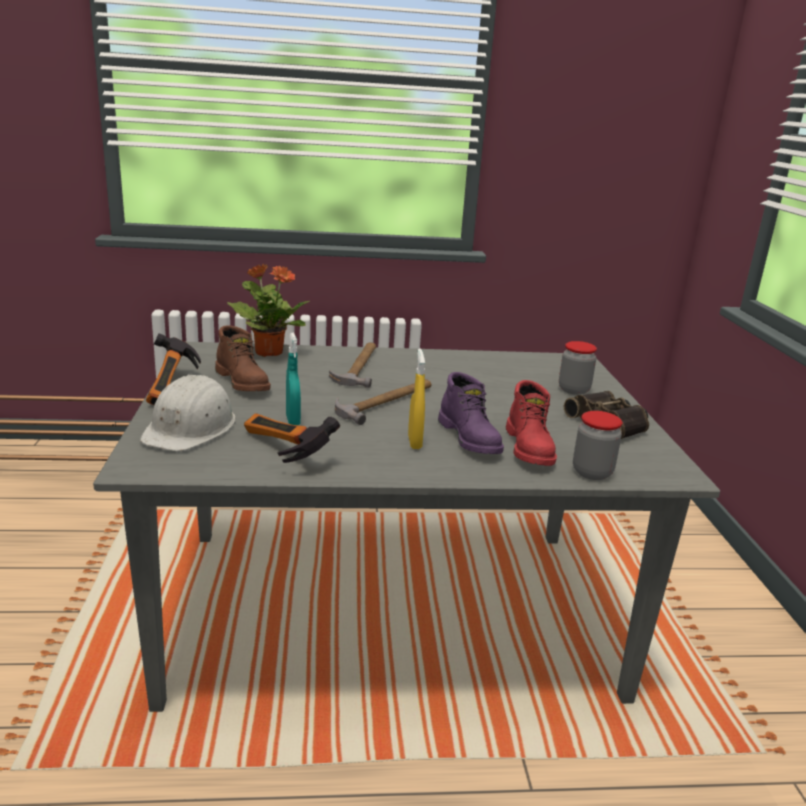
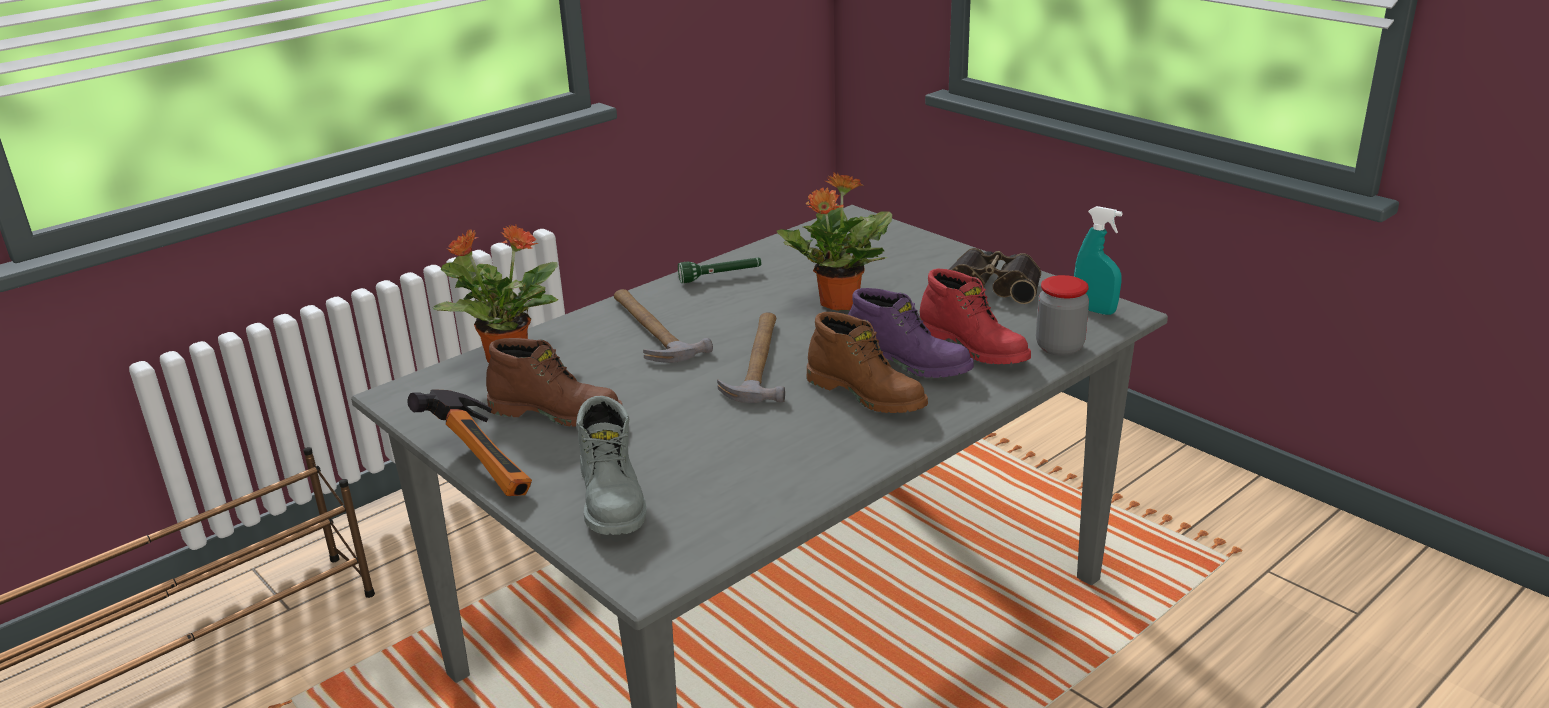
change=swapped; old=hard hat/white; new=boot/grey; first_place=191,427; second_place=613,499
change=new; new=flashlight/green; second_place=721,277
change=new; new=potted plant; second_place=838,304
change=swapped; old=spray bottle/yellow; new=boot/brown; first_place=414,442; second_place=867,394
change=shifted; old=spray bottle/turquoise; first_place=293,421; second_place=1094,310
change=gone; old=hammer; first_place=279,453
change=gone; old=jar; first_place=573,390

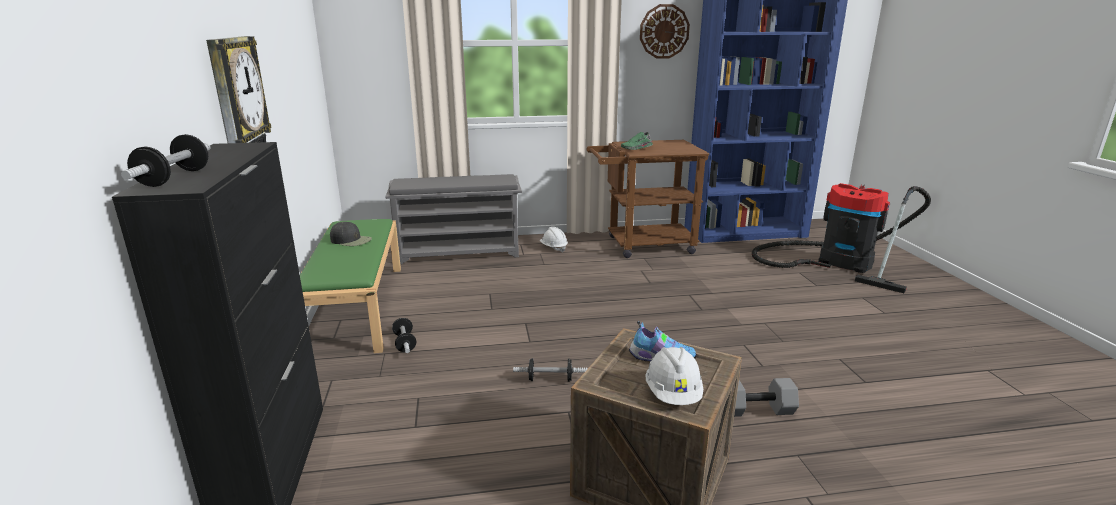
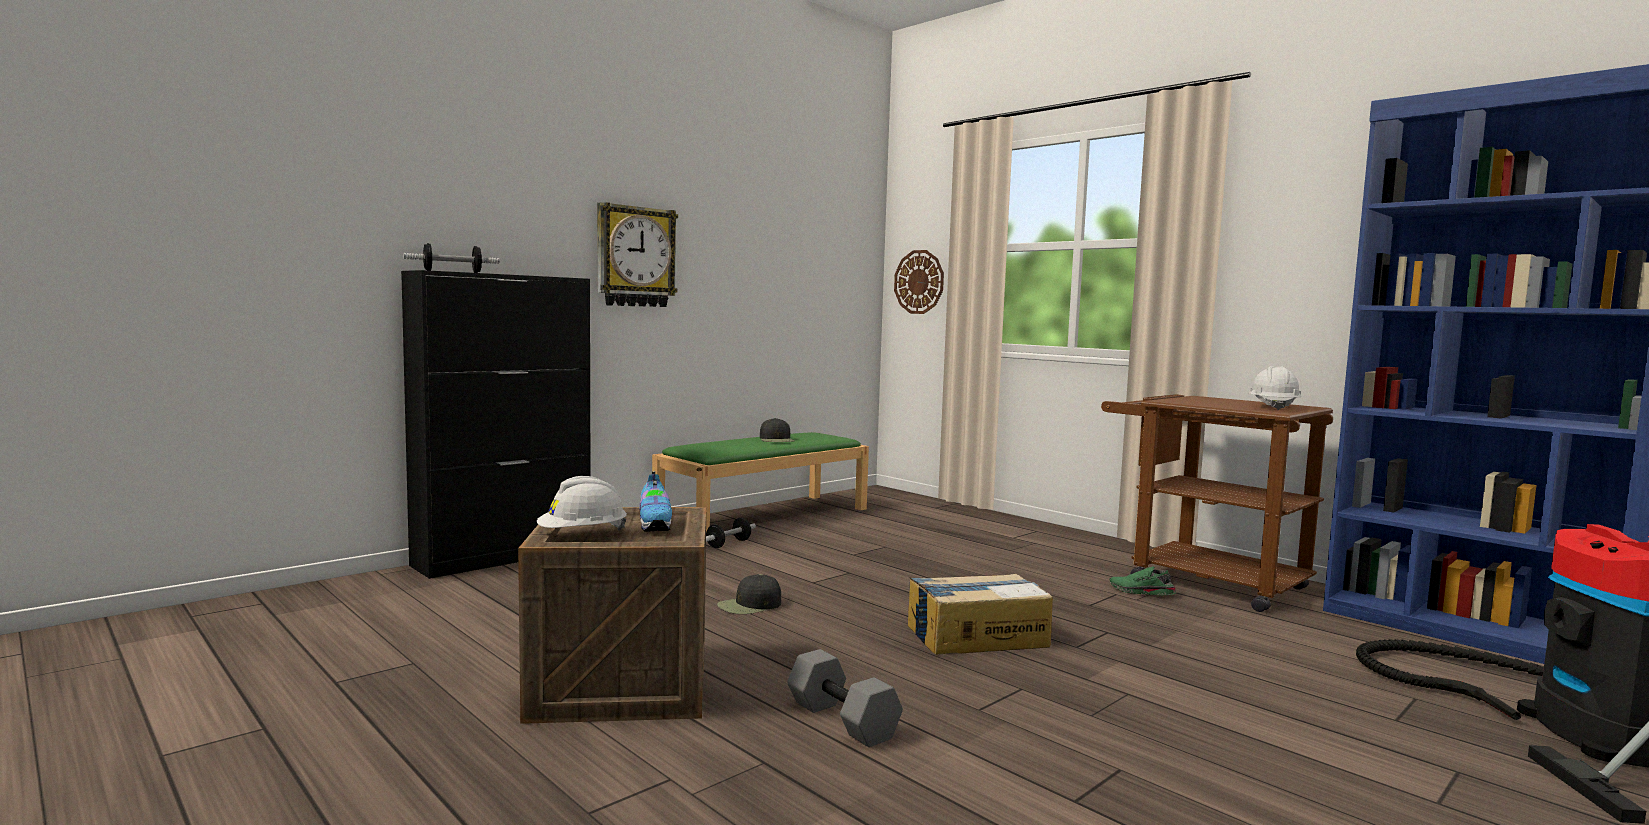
change=swapped; old=dumbbell; new=cap/black; first_place=550,379; second_place=749,605
change=shifted; old=wall clock; first_place=664,31; second_place=919,282
change=new; new=cardboard box; second_place=975,636
change=shifted; old=shoe/green; first_place=637,148; second_place=1141,592
change=shifted; old=hard hat/white; first_place=553,248; second_place=1273,407
change=gone; old=shoe rack/grey; first_place=460,252

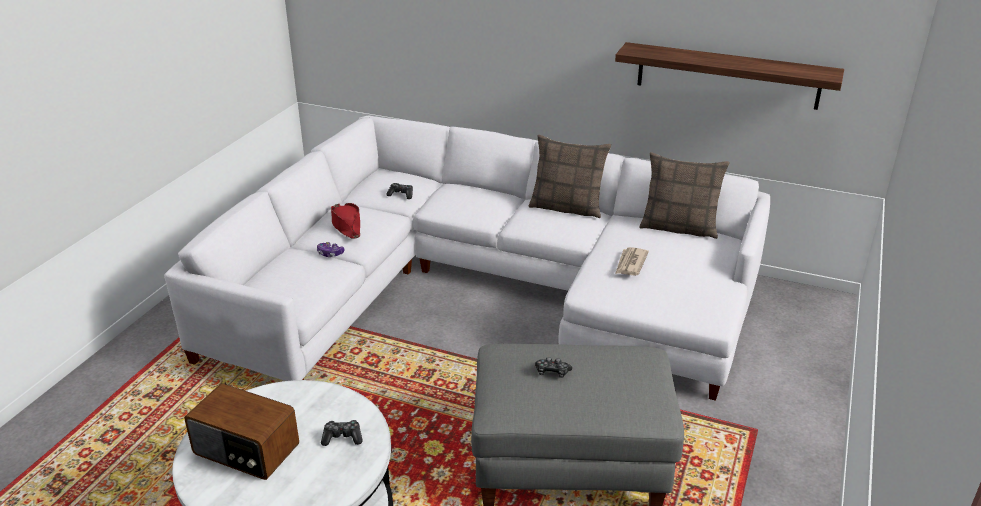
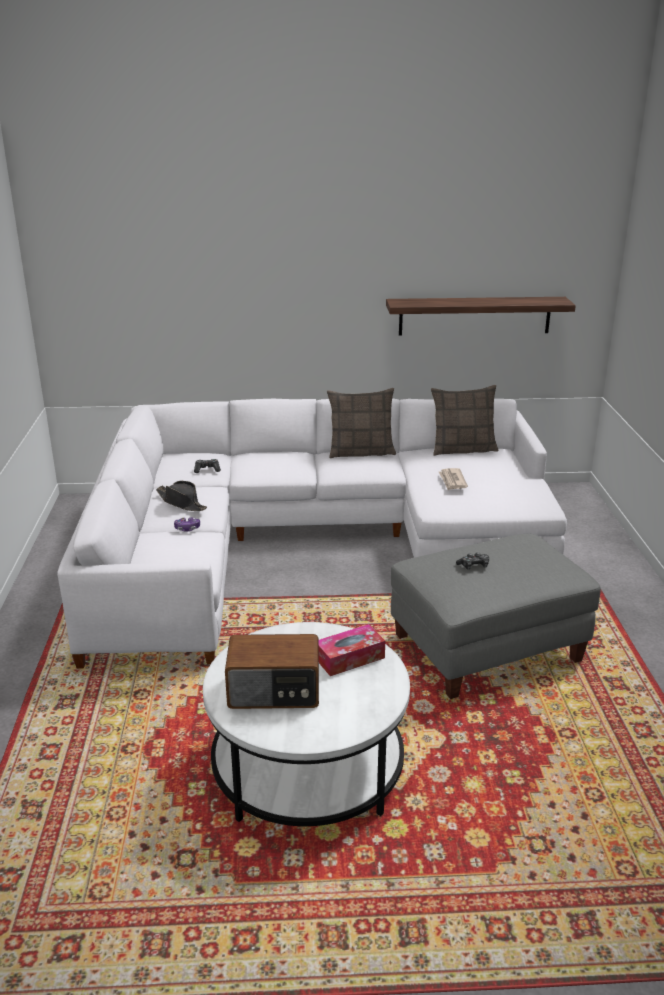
change=repainted; old=hat/red; new=hat/black; first_place=346,225; second_place=182,503
change=swapped; old=game controller; new=tissue box; first_place=342,437; second_place=349,658

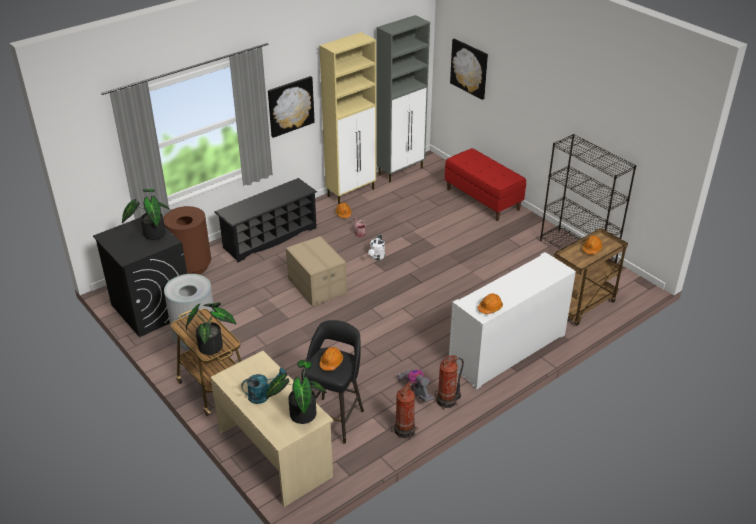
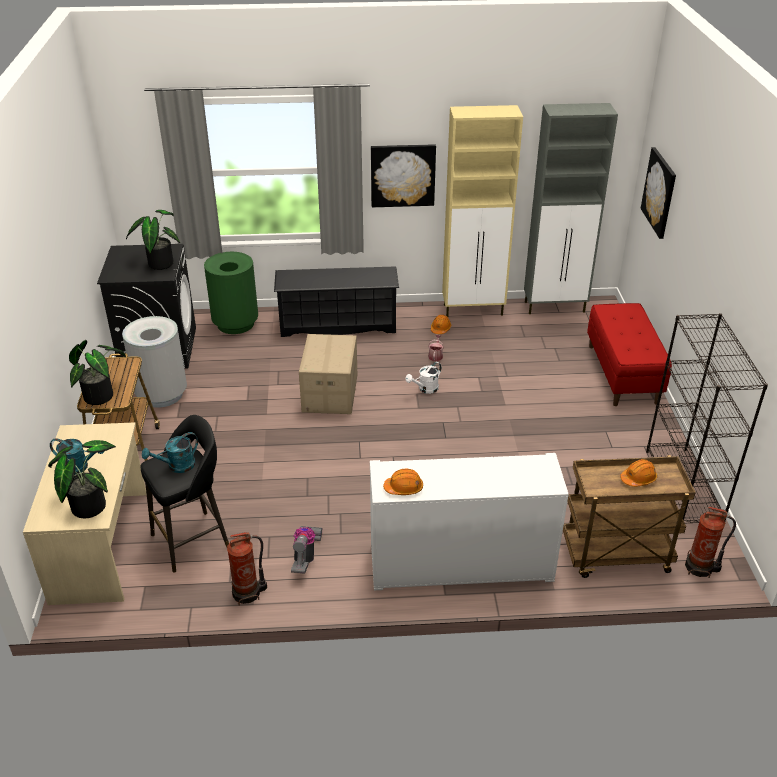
change=swapped; old=hard hat/orange; new=watering can/turquoise; first_place=331,362; second_place=177,466
change=repainted; old=trash can/brown; new=trash can/green; first_place=192,266; second_place=235,323
change=shifted; old=fire extinguisher; first_place=447,401; second_place=700,568

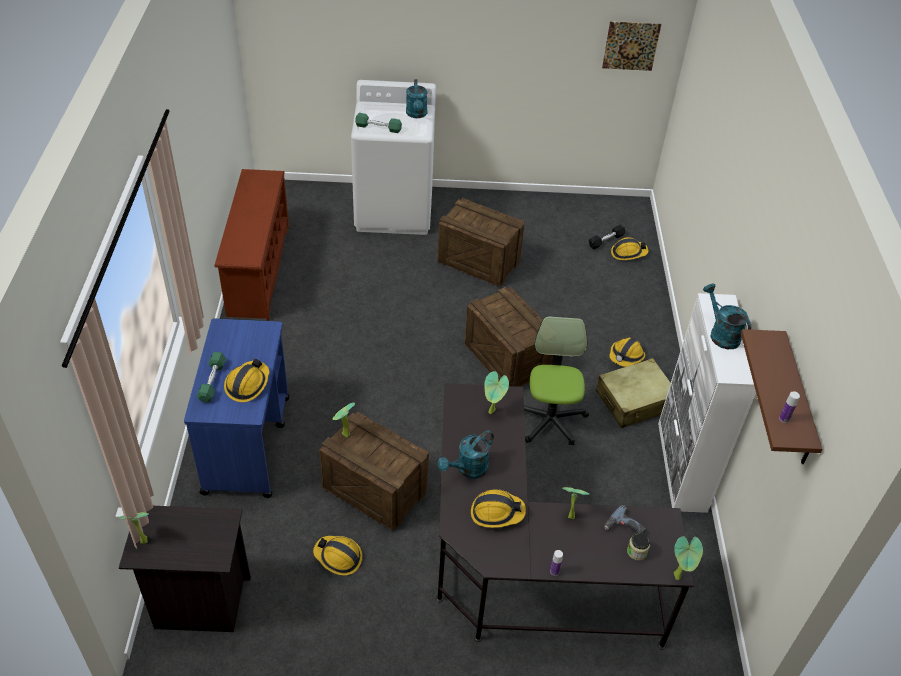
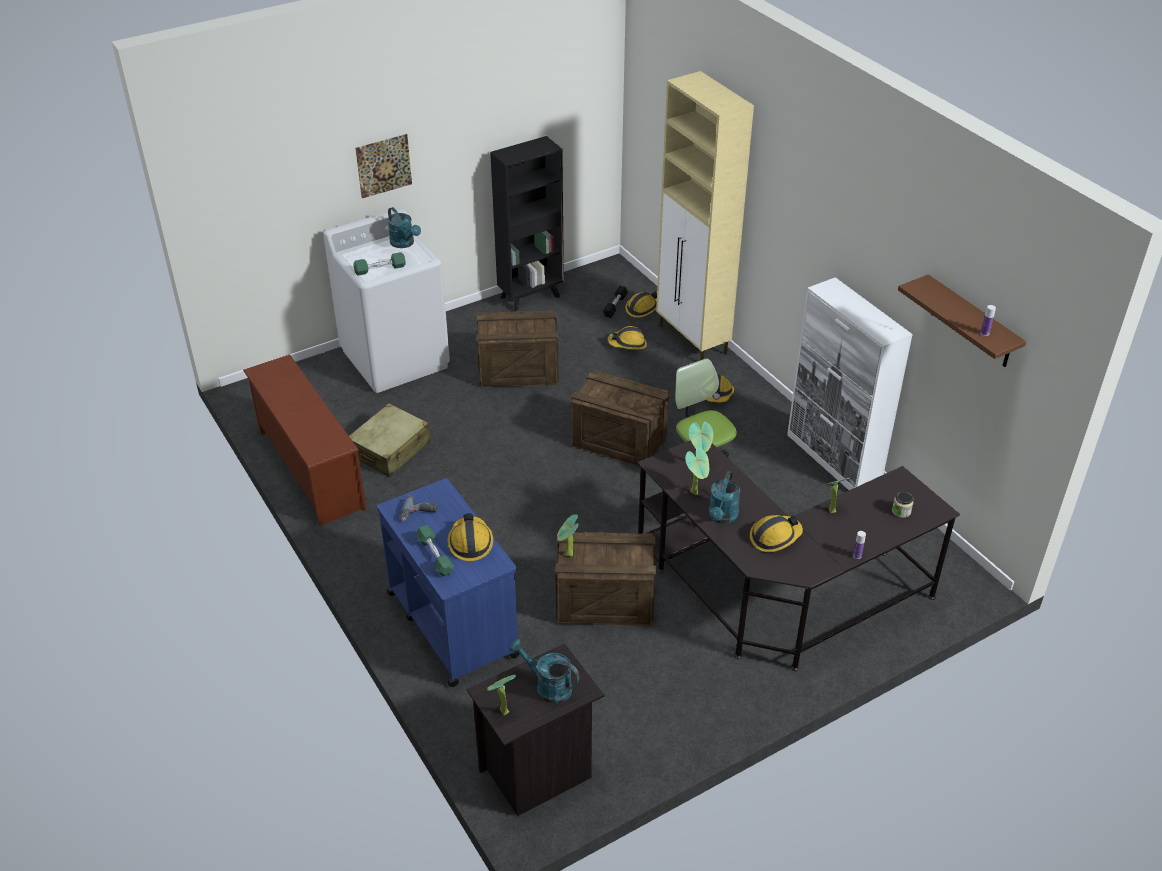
change=shifted; old=suitcase/beige; first_place=635,401; second_place=390,449
change=shifted; old=picture; first_place=631,46; second_place=384,166
change=shifted; old=power drill; first_place=624,528; second_place=419,513
change=new; new=bookcase/black; second_place=531,297
change=shifted; old=watering can/turquoise; first_place=721,334; second_place=547,686
change=shifted; old=hard hat; first_place=338,557; second_place=628,344
change=new; new=cabinet/beige; second_place=693,340
change=shifted; old=potted plant; first_place=679,577; second_place=696,492

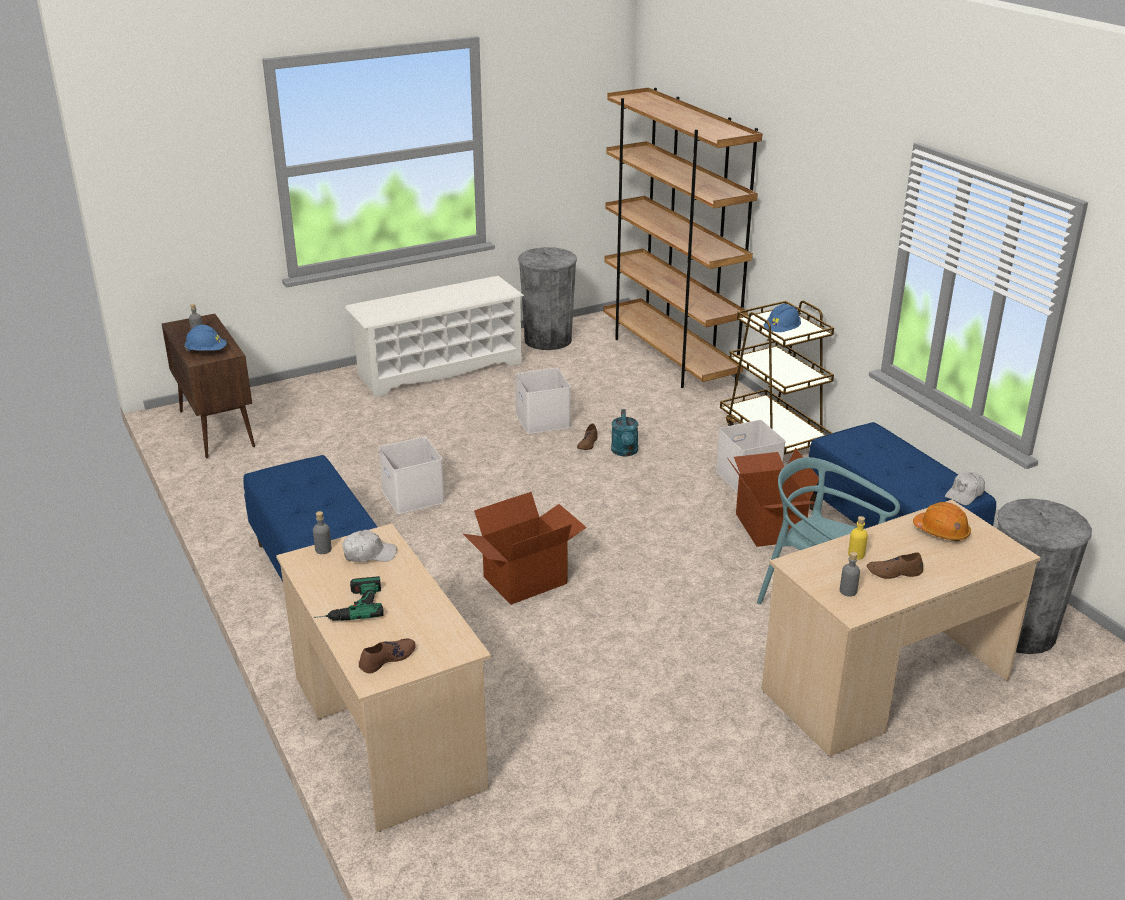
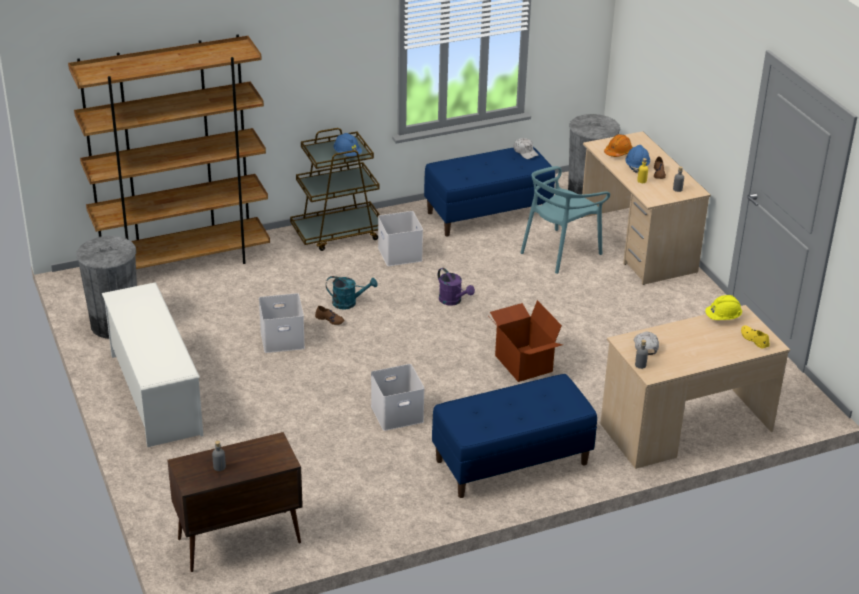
change=new; new=watering can/purple; second_place=453,301
change=shifted; old=hard hat/blue; first_place=206,351; second_place=637,166
change=new; new=hard hat/yellow; second_place=723,318
change=repainted; old=shoe/brown; new=shoe/yellow; first_place=387,659; second_place=754,339
change=gone; old=power drill; first_place=349,606
change=gone; old=cardboard box; first_place=768,527

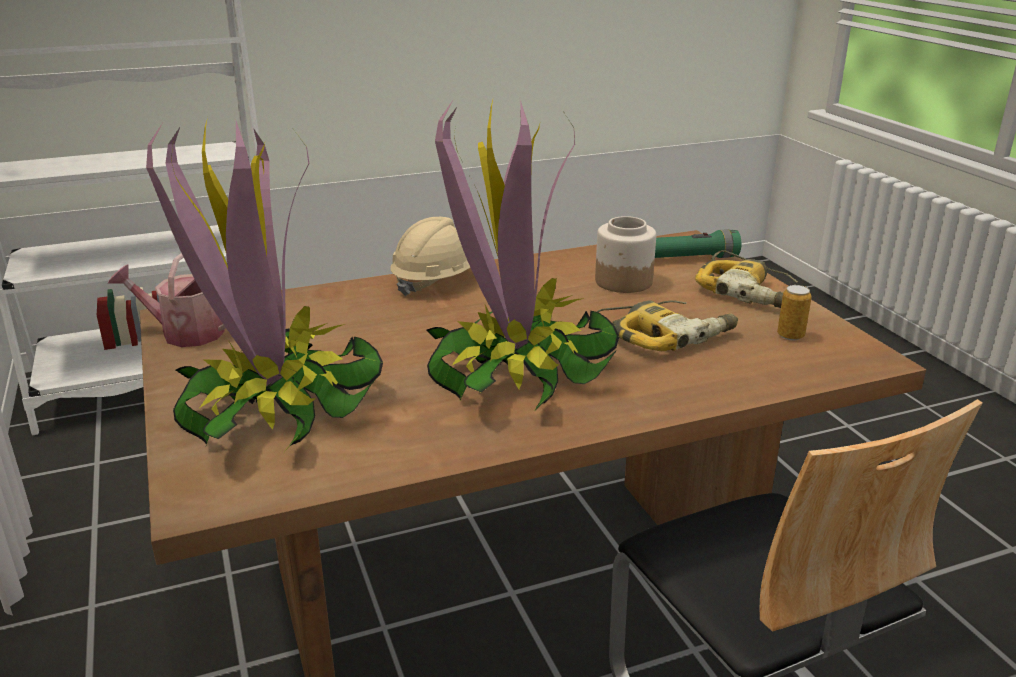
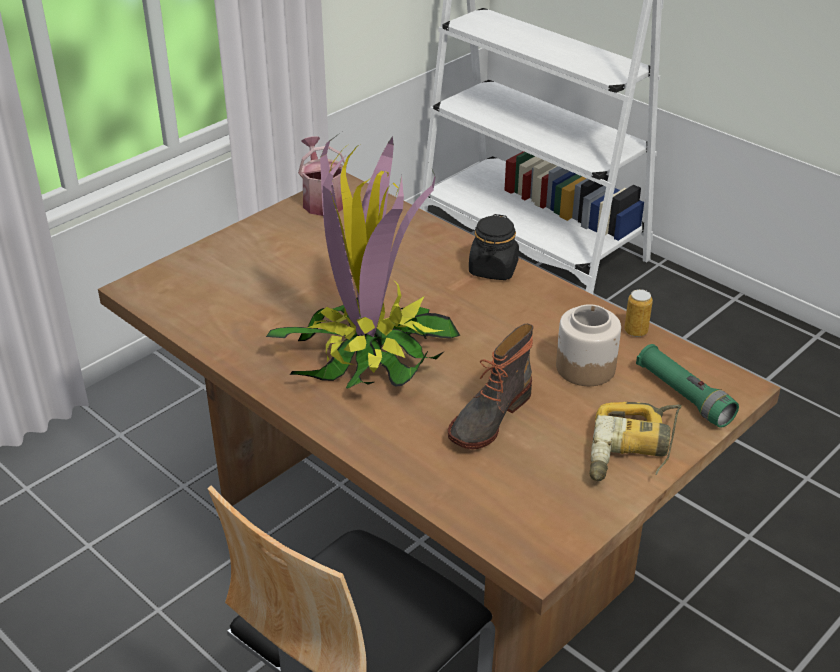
change=swapped; old=power drill; new=boot; first_place=666,335; second_place=488,417
change=swapped; old=hard hat/beige; new=jar/black; first_place=435,282; second_place=493,269
change=shifted; old=can; first_place=790,336; second_place=635,331
change=gone; old=potted plant; first_place=275,404

